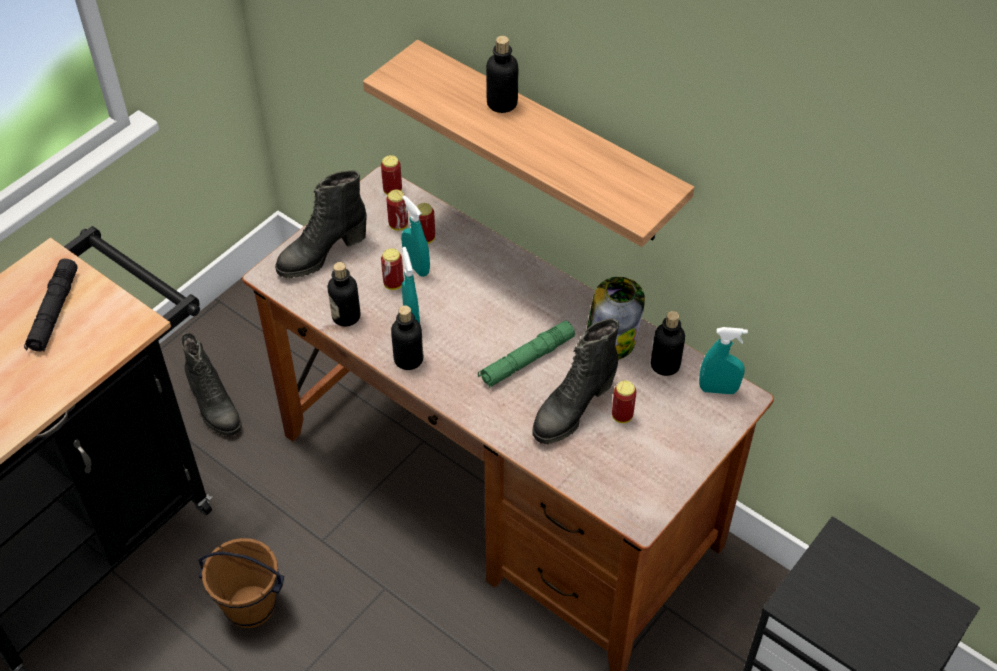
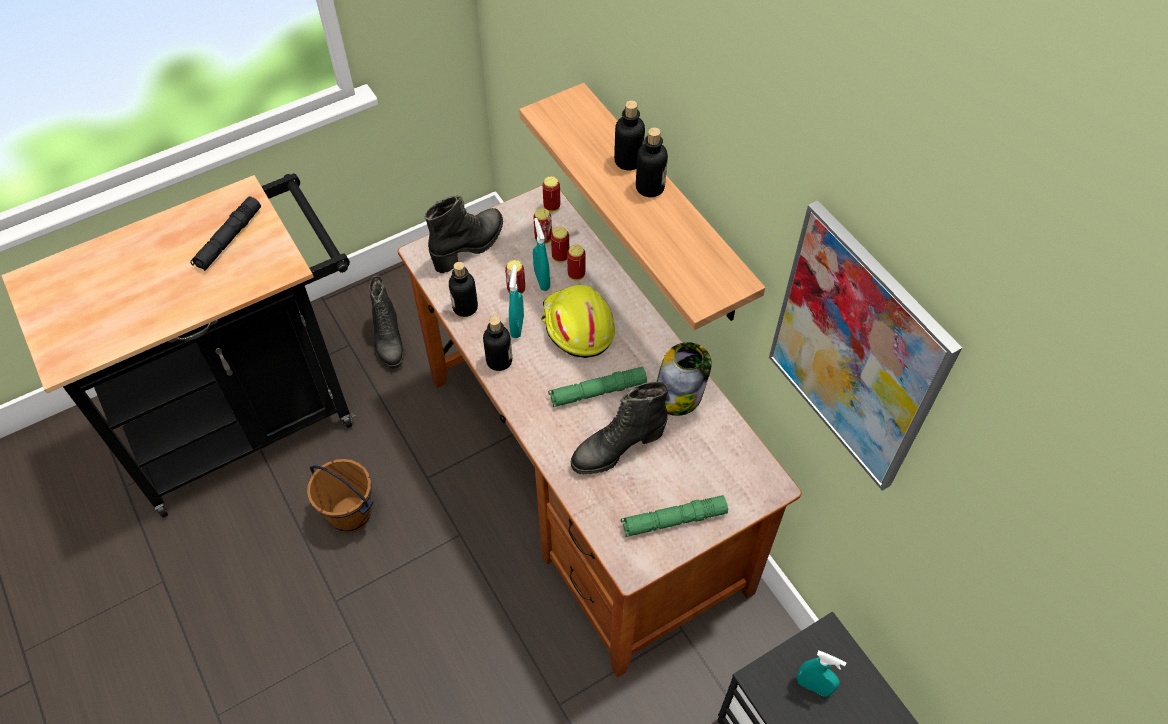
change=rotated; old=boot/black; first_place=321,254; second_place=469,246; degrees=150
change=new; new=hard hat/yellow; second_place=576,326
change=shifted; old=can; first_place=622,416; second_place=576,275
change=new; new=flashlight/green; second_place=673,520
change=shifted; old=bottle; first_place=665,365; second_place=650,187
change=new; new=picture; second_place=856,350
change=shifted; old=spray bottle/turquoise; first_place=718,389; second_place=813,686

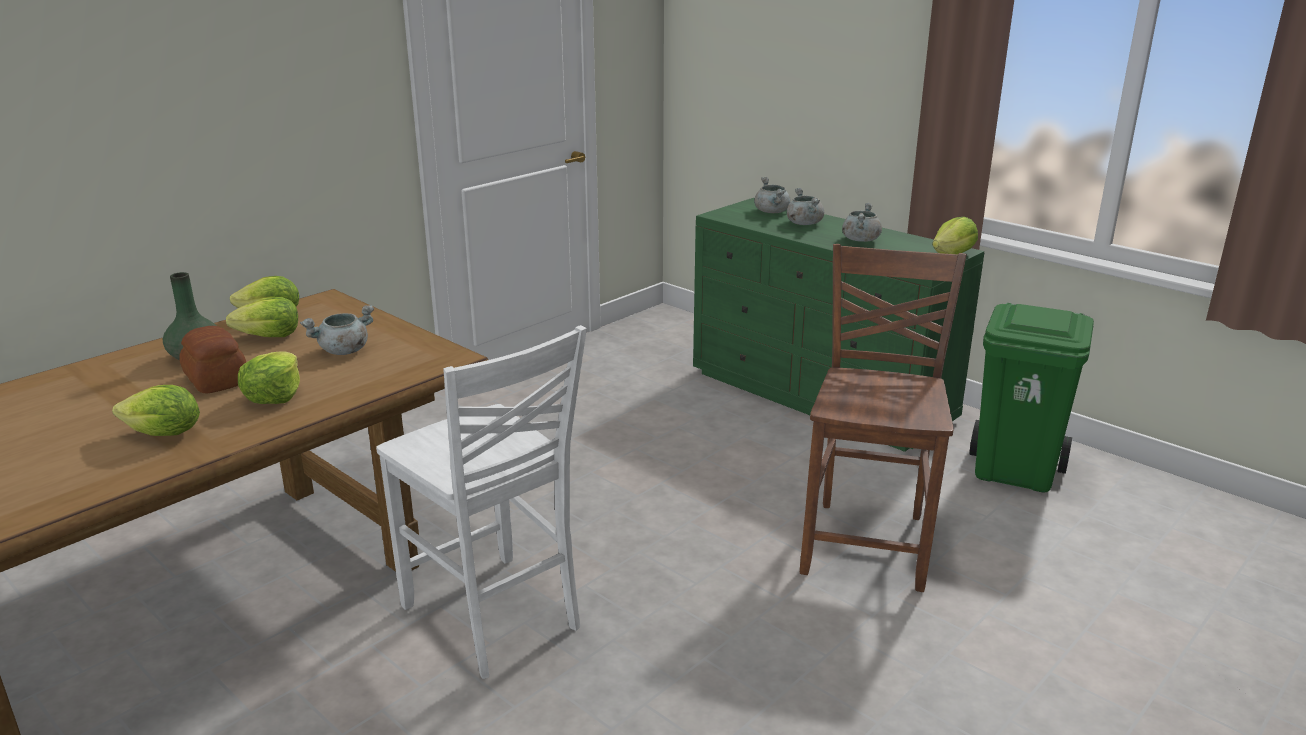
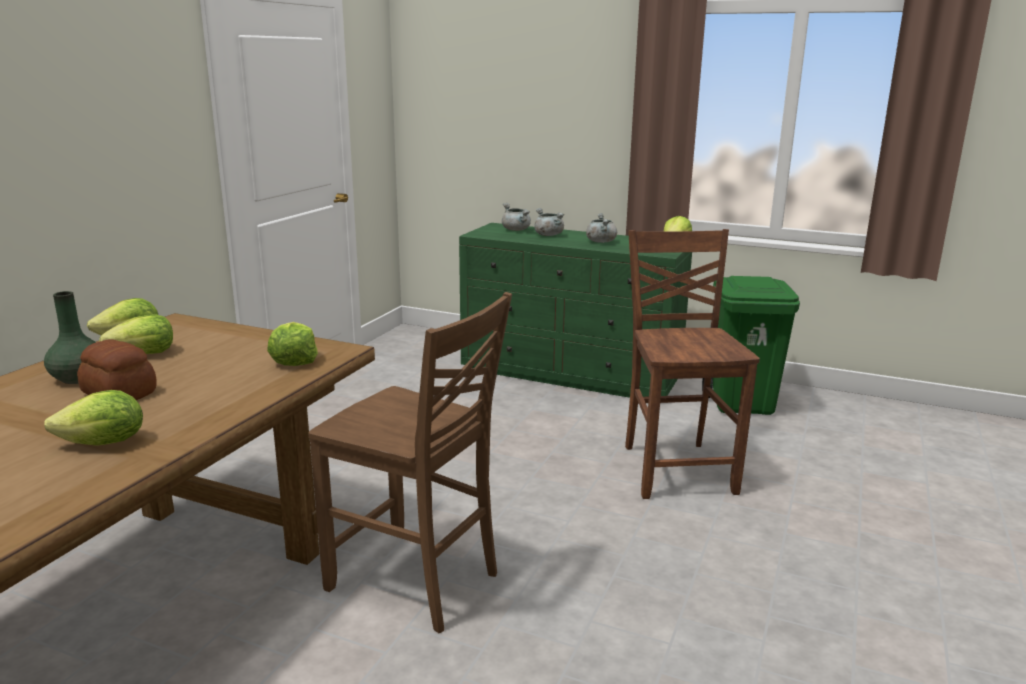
change=shifted; old=lettuce; first_place=274,396; second_place=294,360
change=repainted; old=chair/white; new=chair/brown; first_place=493,618; second_place=416,582
change=gone; old=cooking pot/grey; first_place=343,351

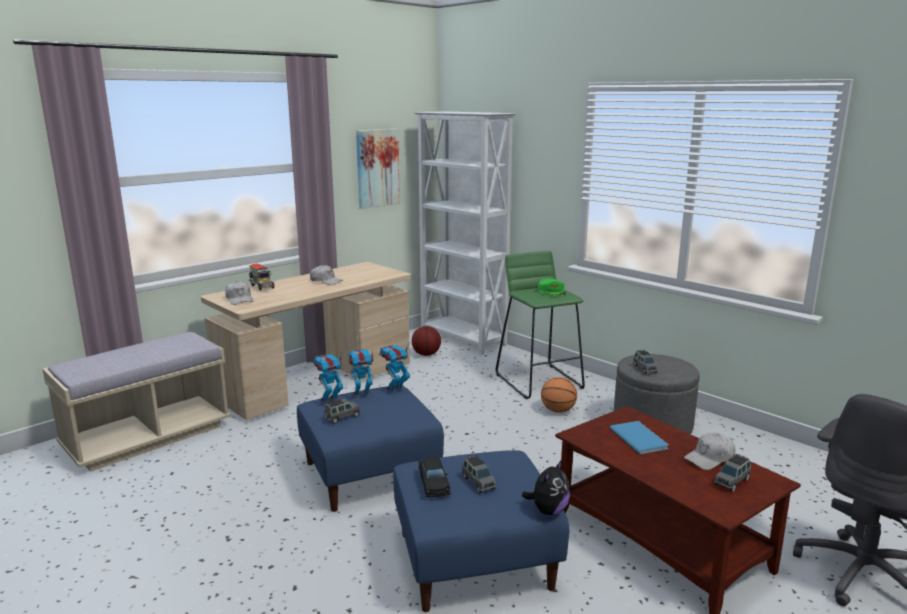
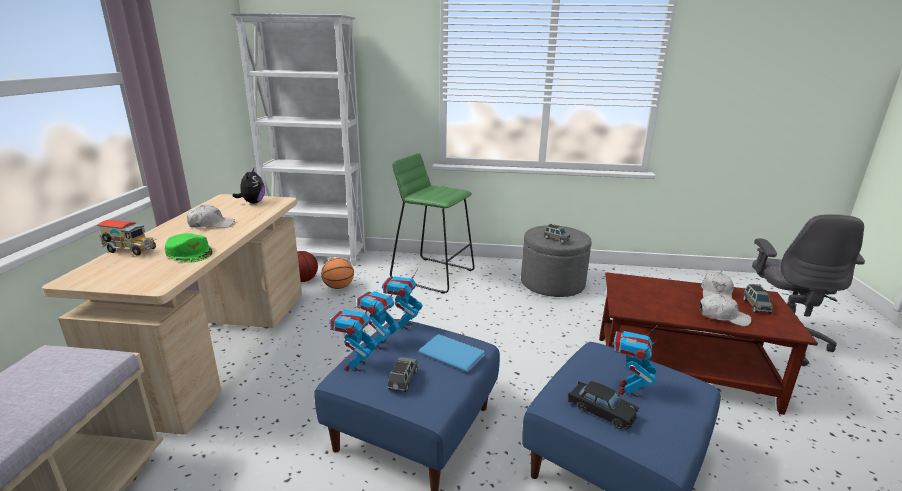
change=shifted; old=cap/green; first_place=551,291; second_place=190,253
change=shifted; old=plush toy; first_place=548,510; second_place=252,202
change=shifted; old=basketball; first_place=558,411; second_place=338,287
change=shifted; old=book/blue; first_place=638,437; second_place=451,352
change=swapped; old=toy car/grey; new=toy robot; first_place=478,483; second_place=628,390
change=shifted; old=cap/white; first_place=239,299; second_place=722,316
change=gone; old=picture; first_place=377,168

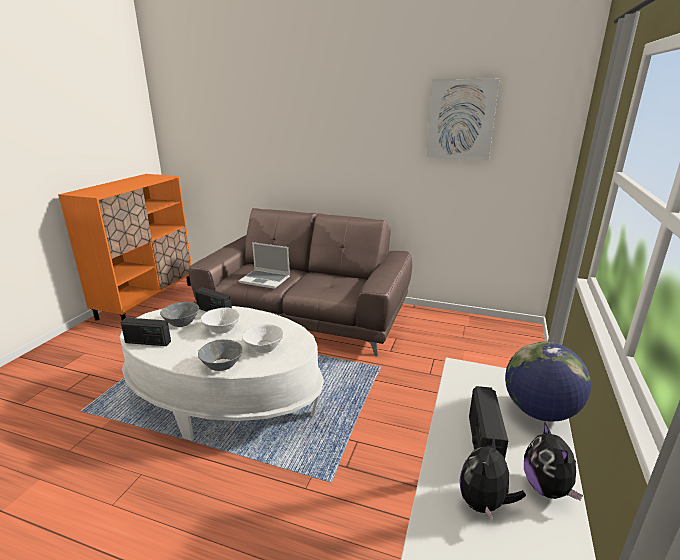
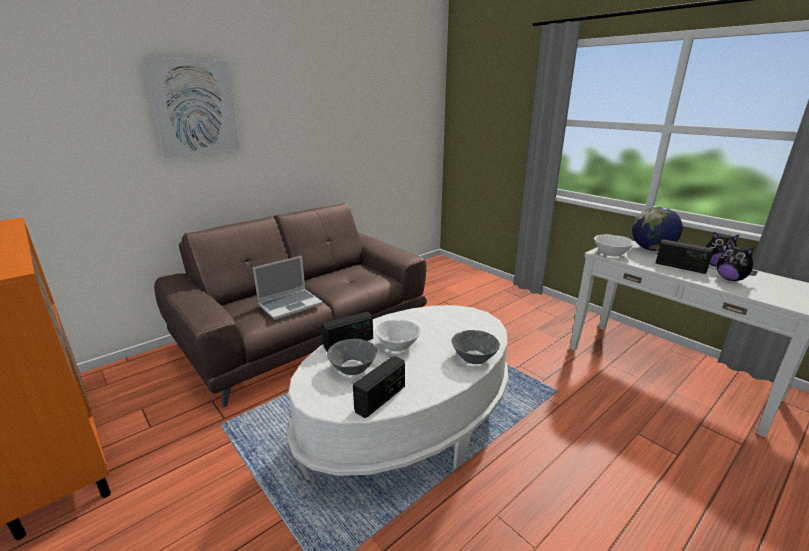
change=shifted; old=picture; first_place=461,120; second_place=194,108
change=shifted; old=bowl/white; first_place=264,347; second_place=610,253

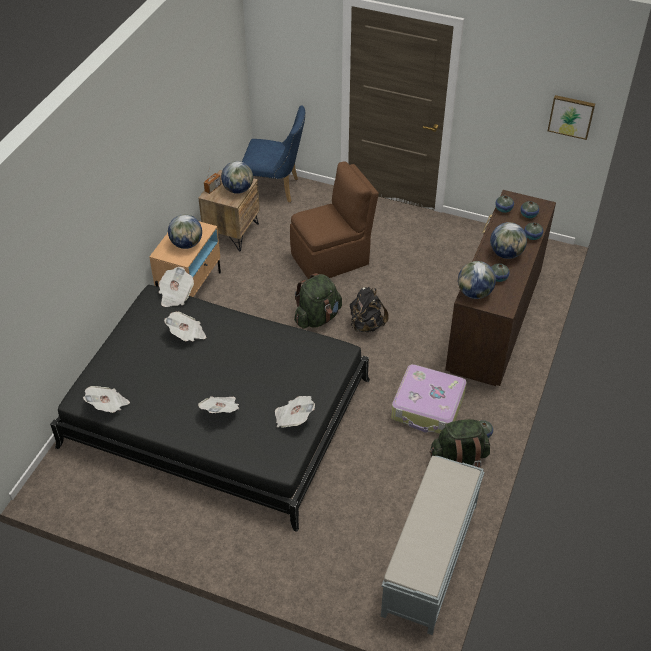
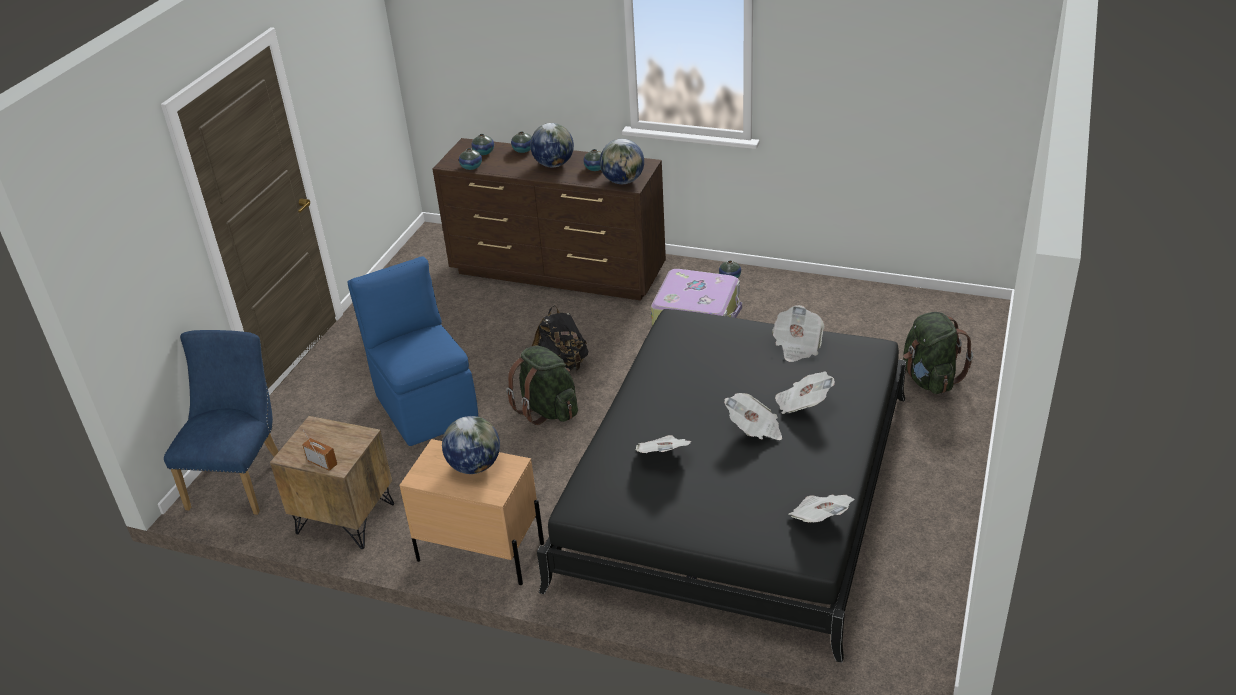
change=repainted; old=chair/brown; new=chair/blue; first_place=332,259; second_place=425,405
change=shifted; old=newspaper; first_place=175,295; second_place=754,430
change=shifted; old=backpack/green; first_place=458,460; second_place=929,379
change=gone; old=globe; first_place=238,190
change=gone; old=bench/grey; first_place=430,560
change=gone; old=picture; first_place=571,116

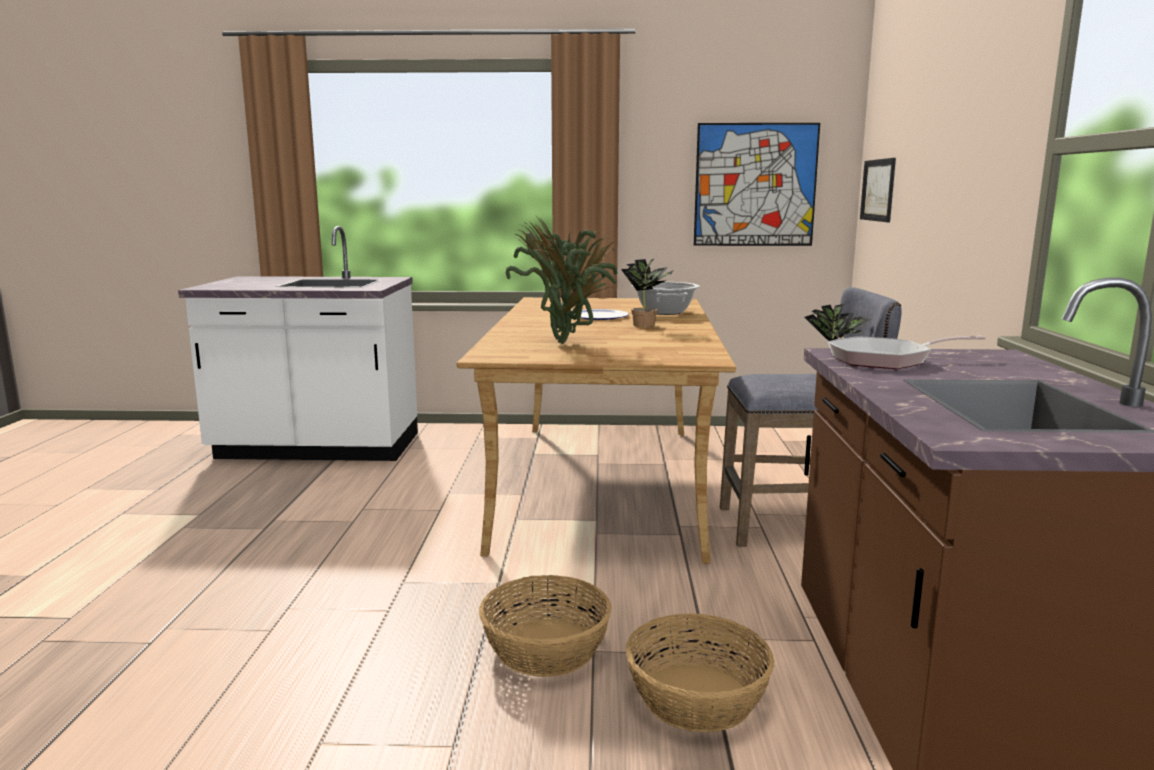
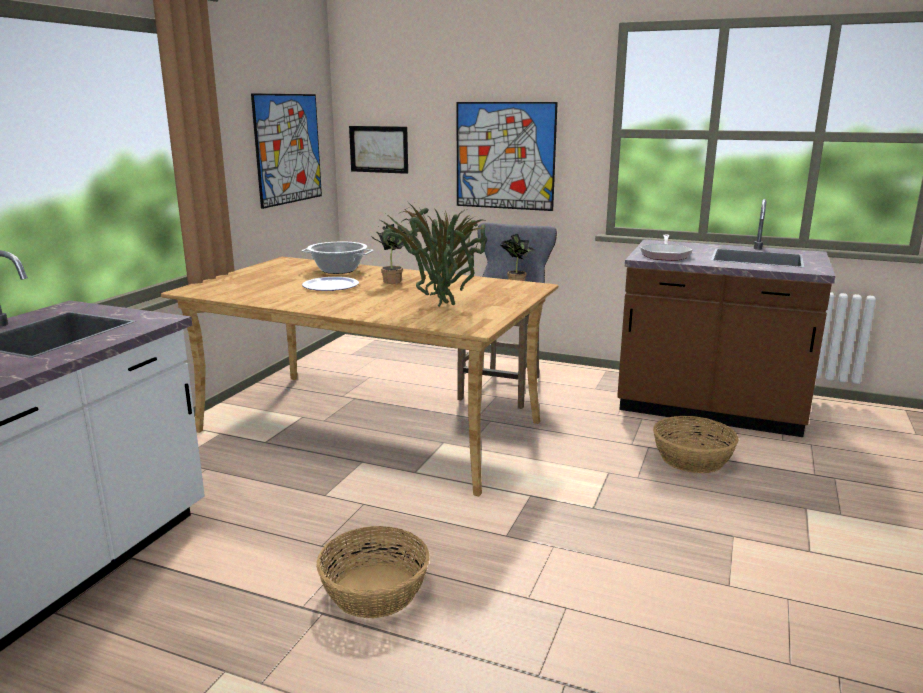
change=shifted; old=basket; first_place=544,648; second_place=374,591
change=new; new=picture; second_place=505,156

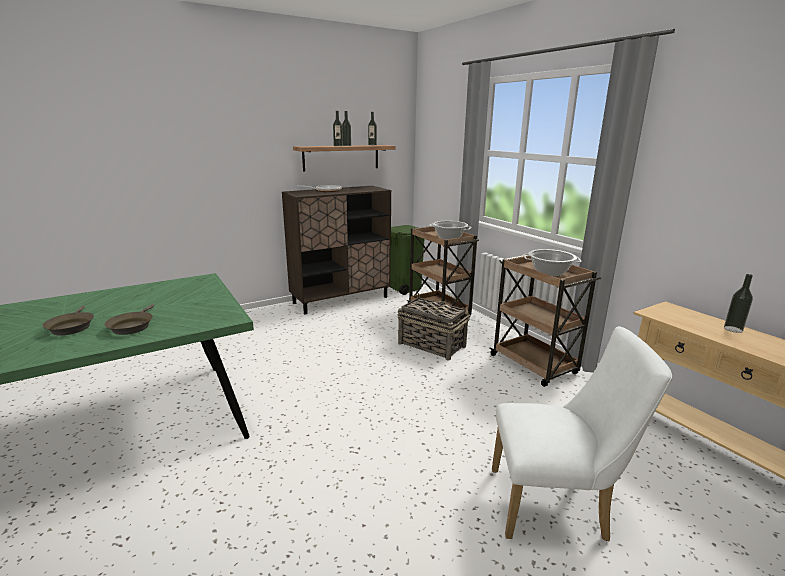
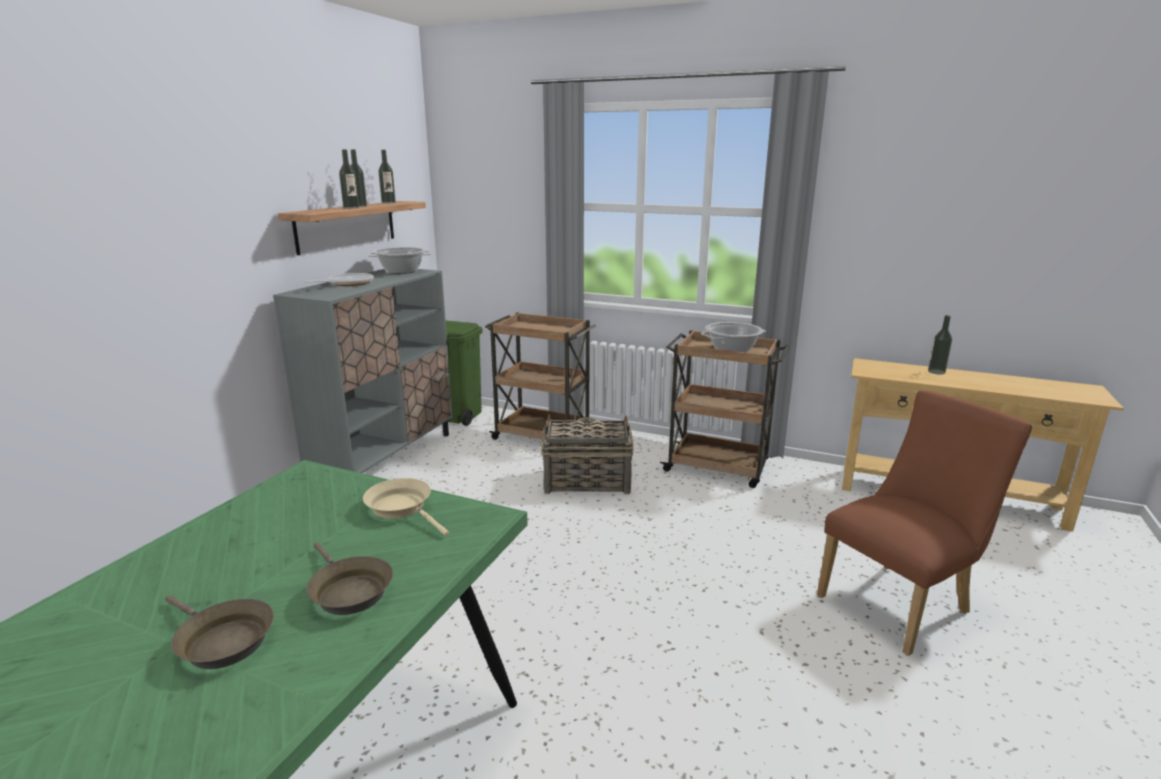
change=repainted; old=cabinet/brown; new=cabinet/grey; first_place=341,300; second_place=385,457
change=new; new=frying pan/beige; second_place=402,508
change=shifted; old=cooking pot; first_place=449,238; second_place=401,271
change=repainted; old=chair/white; new=chair/brown; first_place=556,505; second_place=900,602

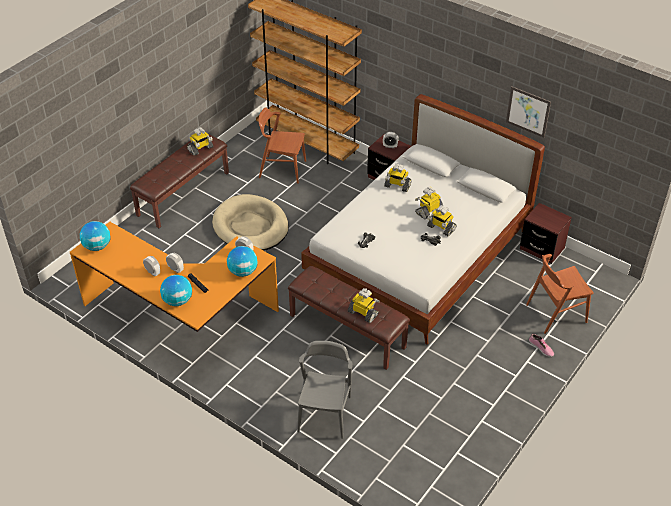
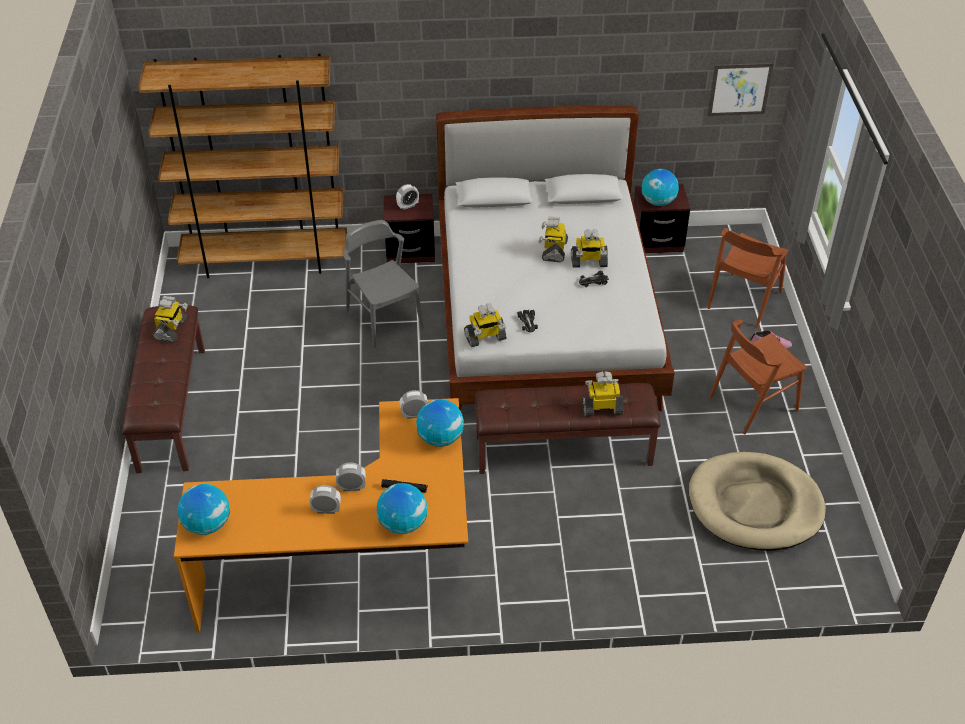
change=shifted; old=chair/grey; first_place=324,414; second_place=384,319
change=shifted; old=toy robot; first_place=397,186; second_place=485,337
change=new; new=globe; second_place=658,202
change=shifted; old=dog bed/beige; first_place=251,226; second_place=755,505
change=shifted; old=picture; first_place=528,111; second_place=739,89
change=shifted; old=chair/brown; first_place=282,169; second_place=753,403

